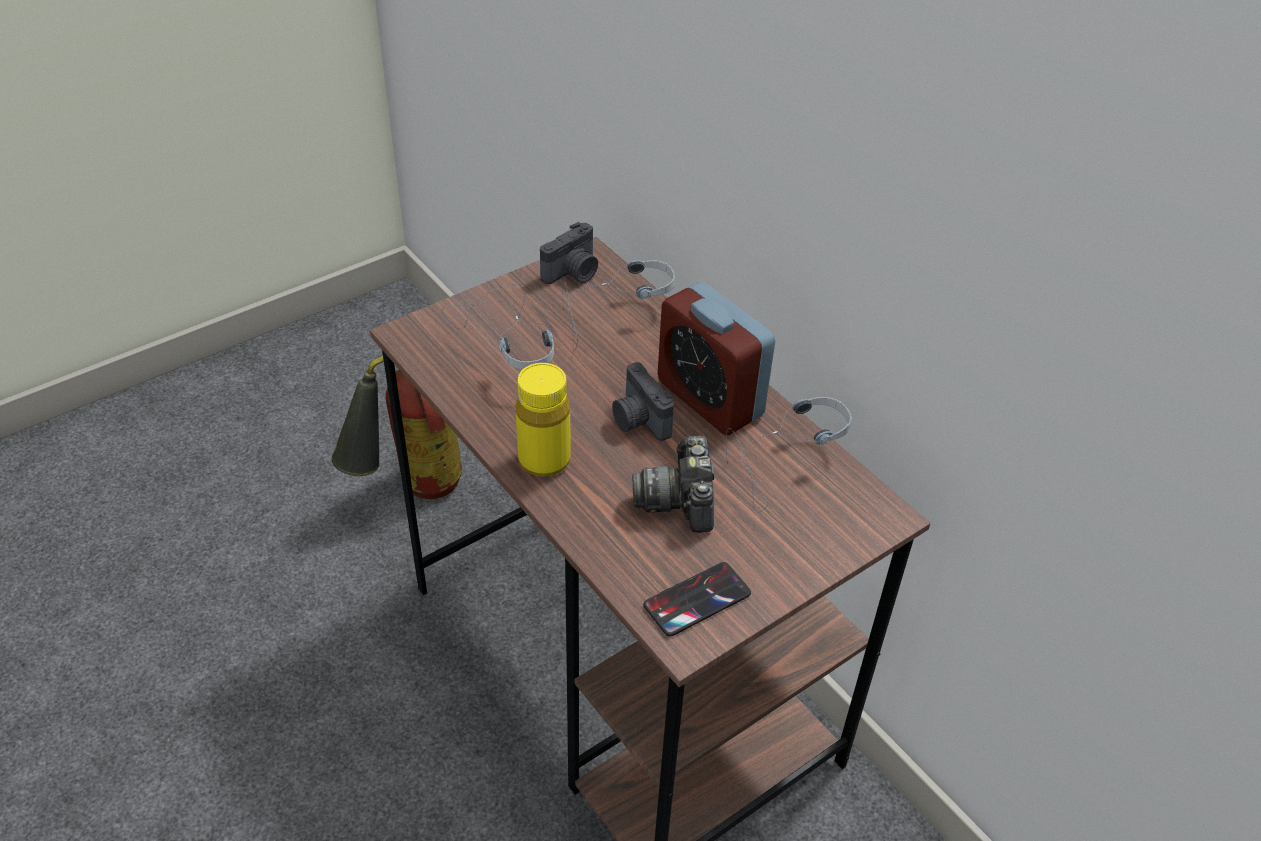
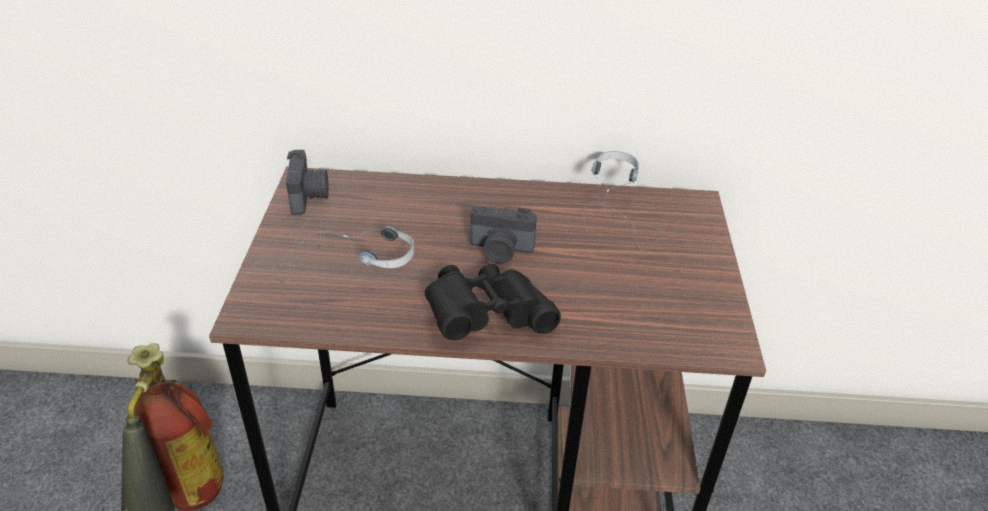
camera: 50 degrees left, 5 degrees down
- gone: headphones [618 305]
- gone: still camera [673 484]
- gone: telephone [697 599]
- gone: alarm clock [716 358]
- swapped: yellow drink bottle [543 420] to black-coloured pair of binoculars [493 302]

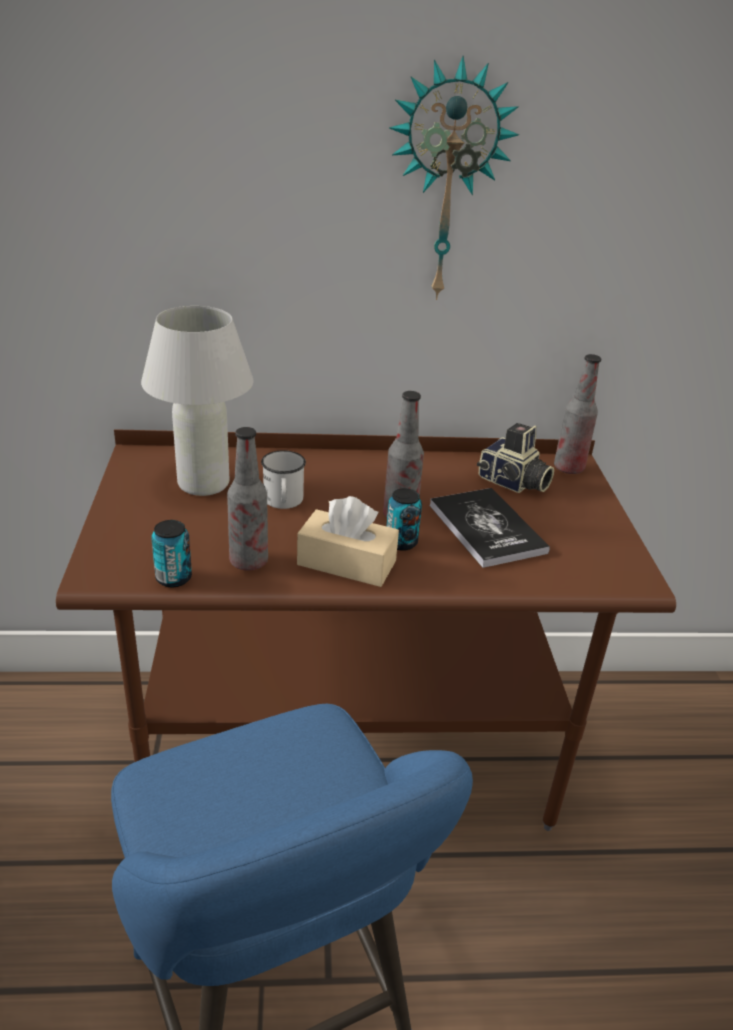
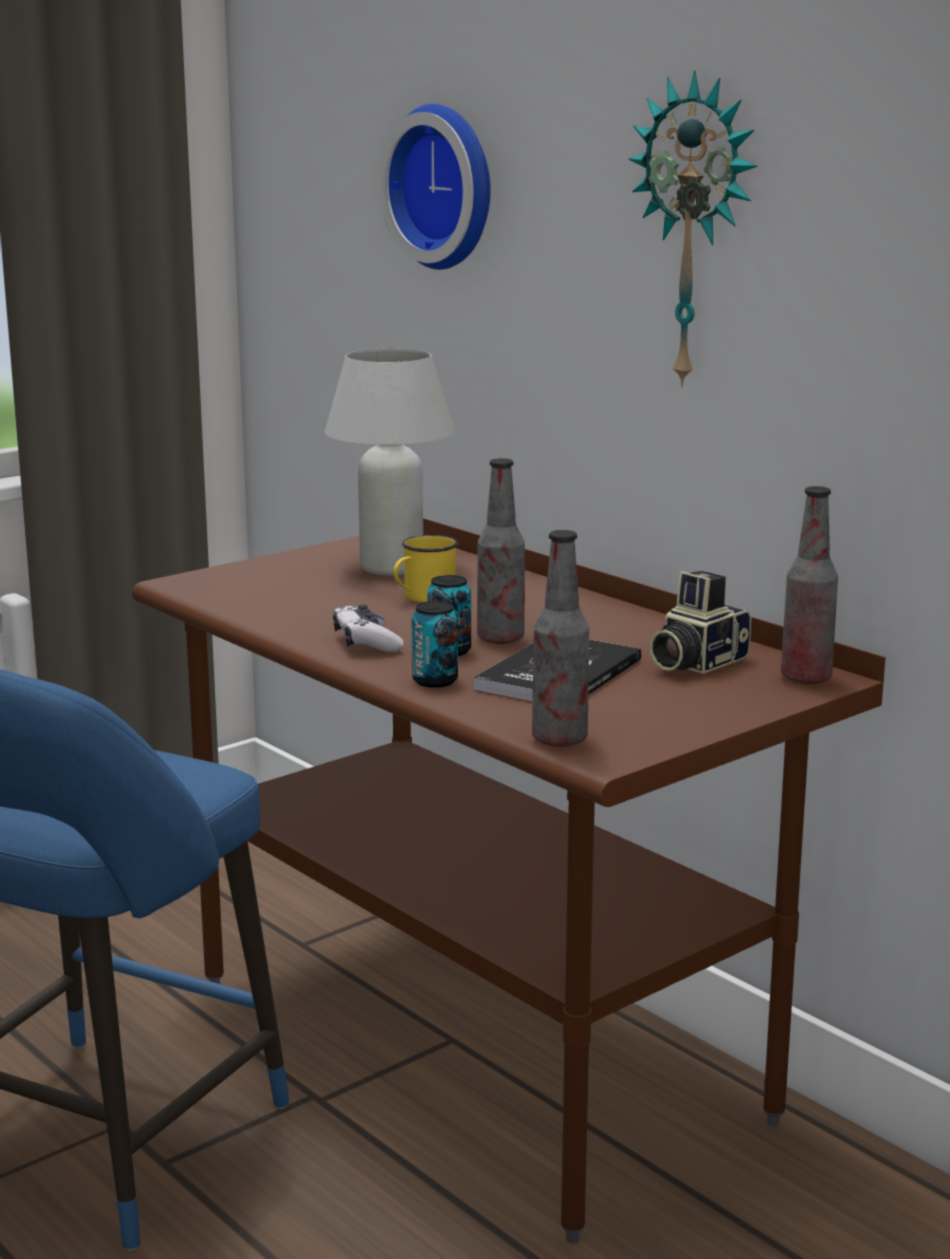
camera: 55 degrees right, 15 degrees down
- new: clock on the wall [435 187]
- shifted: metal can [171 553] to [435 644]
- shifted: drink bottle [247 499] to [560 638]
- swapped: beige box of tissues [348 541] to gamepad [368 628]
- repainted: white-coloured mug [283 479] to yellow mug [425 569]
- rotated: still camera [515 458] = [700 622] 45 degrees clockwise

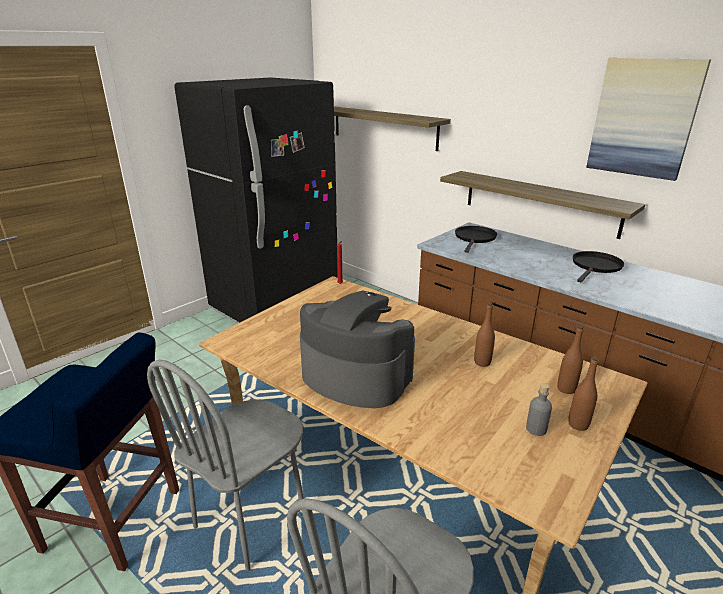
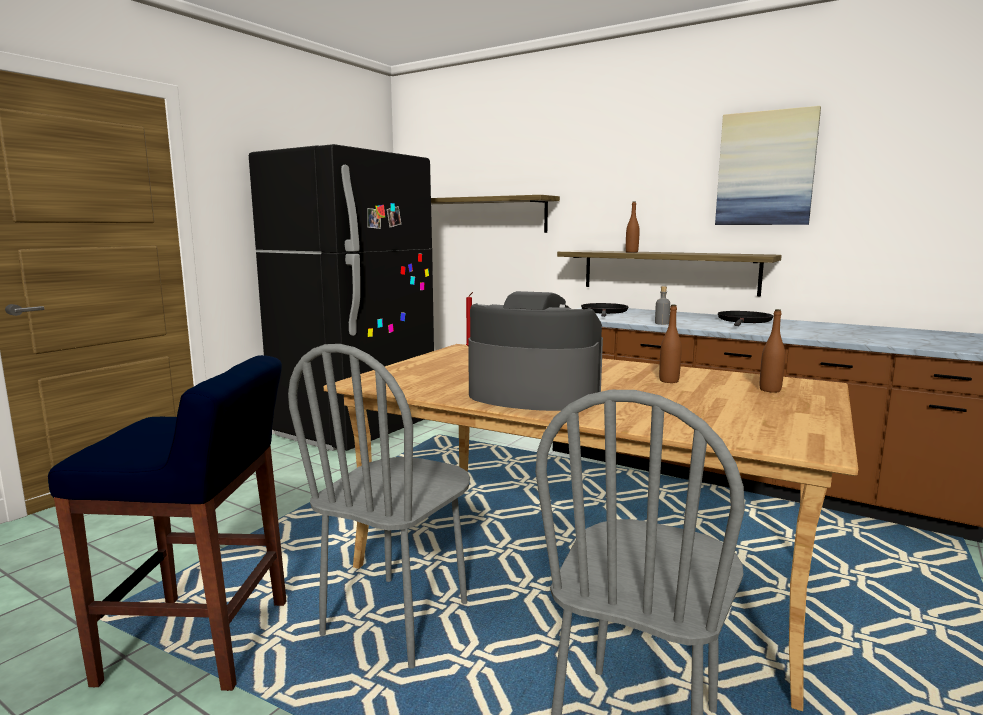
camera: 10 degrees left, 15 degrees down
- shifted: greyish drink bottle [539 409] to [662 305]
- shifted: brown drink bottle [583 394] to [633 227]

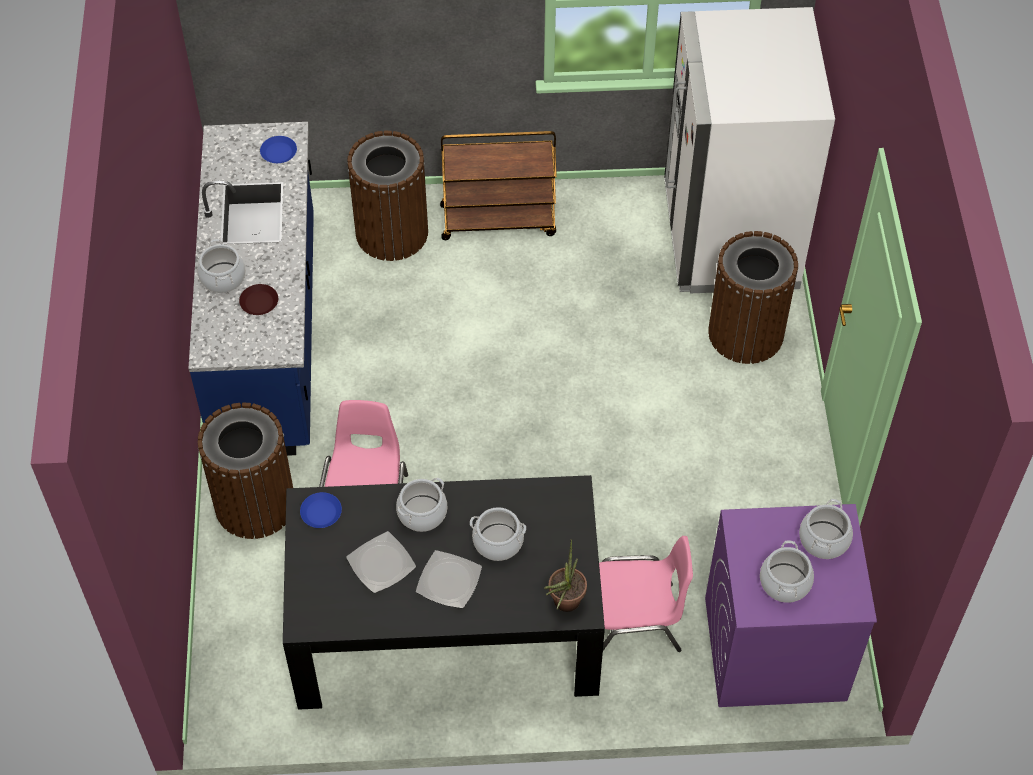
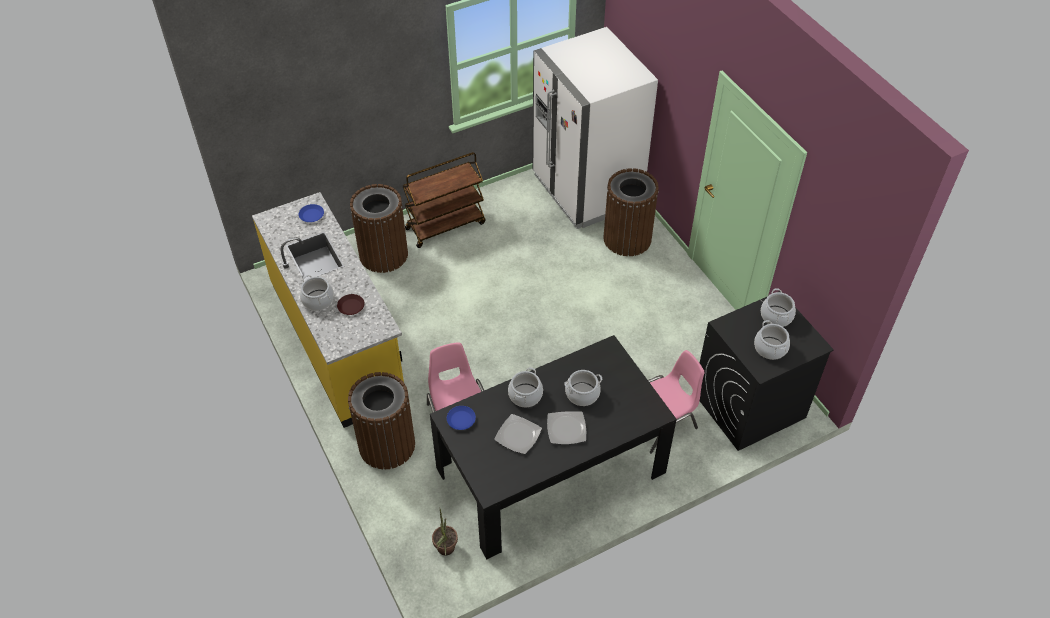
camera: 25 degrees left, 5 degrees down
- shifted: houseplant [565 576] to [445 532]
- repainted: bluish kitchen base unit [251 289] to yellow kitchen base unit [328 310]
- repainted: purple laundry appliance [791 605] to black-coloured laundry appliance [767 371]

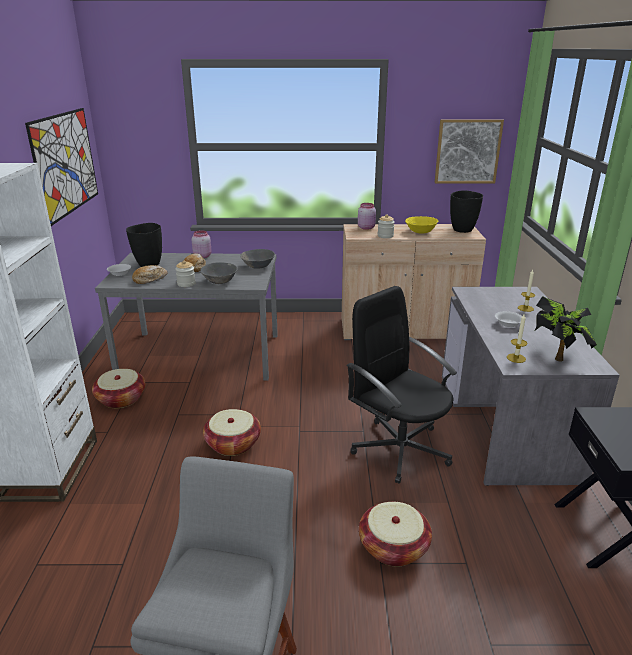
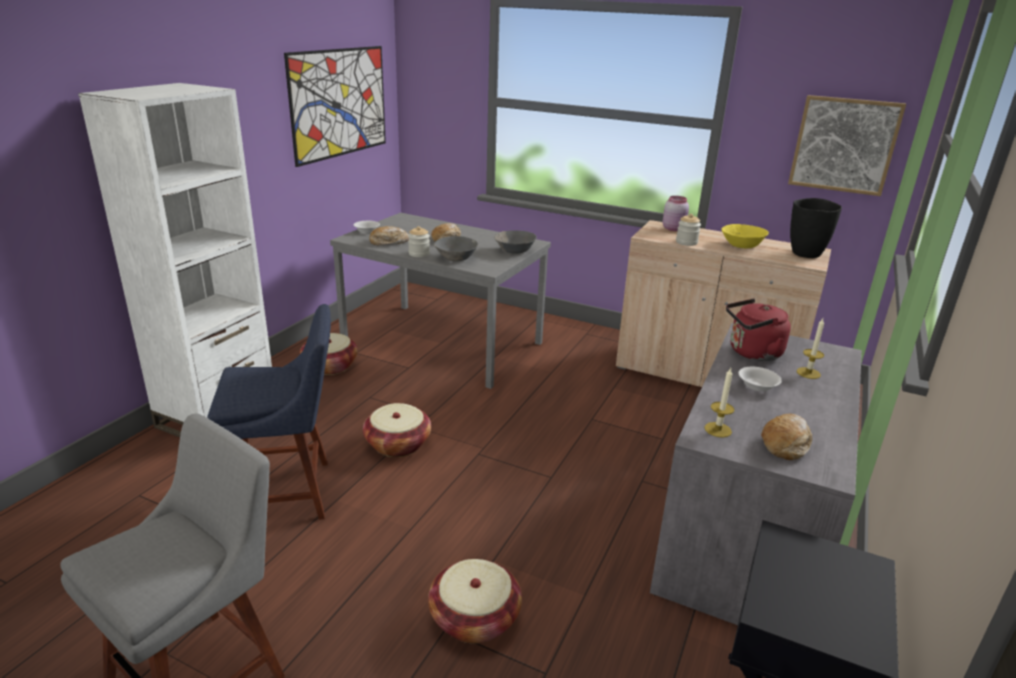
camera: 25 degrees right, 0 degrees up
- gone: black-coloured decorative vase [144 245]
- gone: pink preserve jar [201 244]
- gone: black-coloured office chair [401 385]
- new: bluish plain chair [269 412]
- new: red kettle [758 330]
- swapped: houseplant [566 328] to bread [786 437]

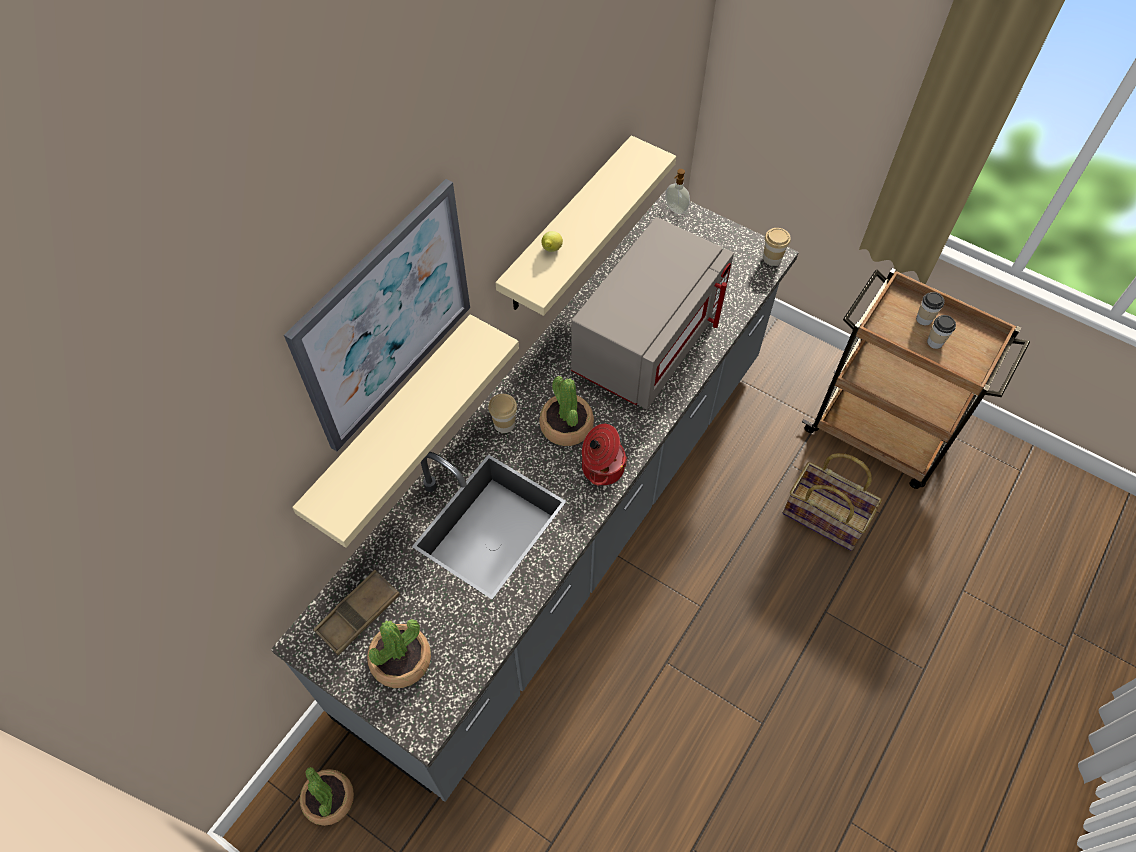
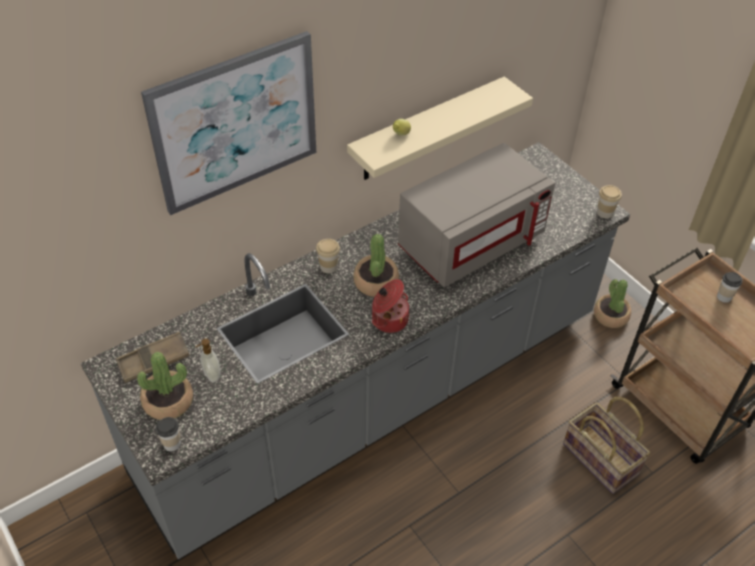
camera: 20 degrees right, 10 degrees down
- gone: beige shelf [405 431]
- shifted: houseplant [327 796] to [612 303]
- shifted: soap bottle [678 191] to [208 360]
- shifted: small cup [941 332] to [168 434]

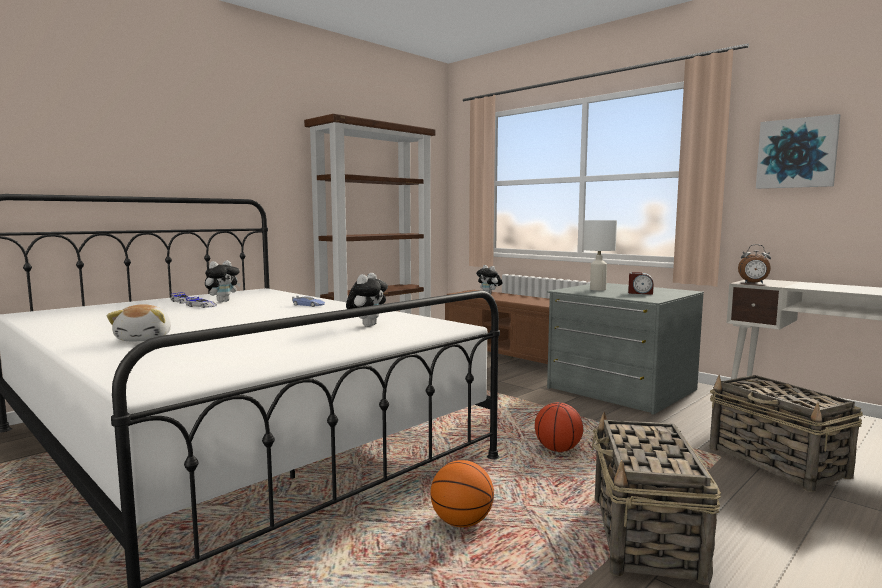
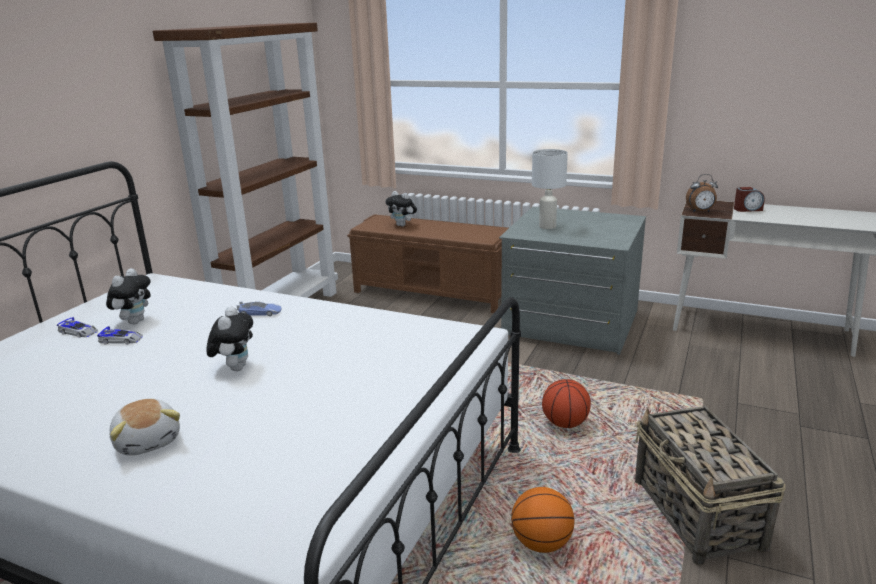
camera: 20 degrees left, 15 degrees up
- gone: household basket [786 433]
- gone: wall picture [798 151]
- shifted: plush toy [367 300] to [230 338]
- shifted: alarm clock [641 283] to [749 199]

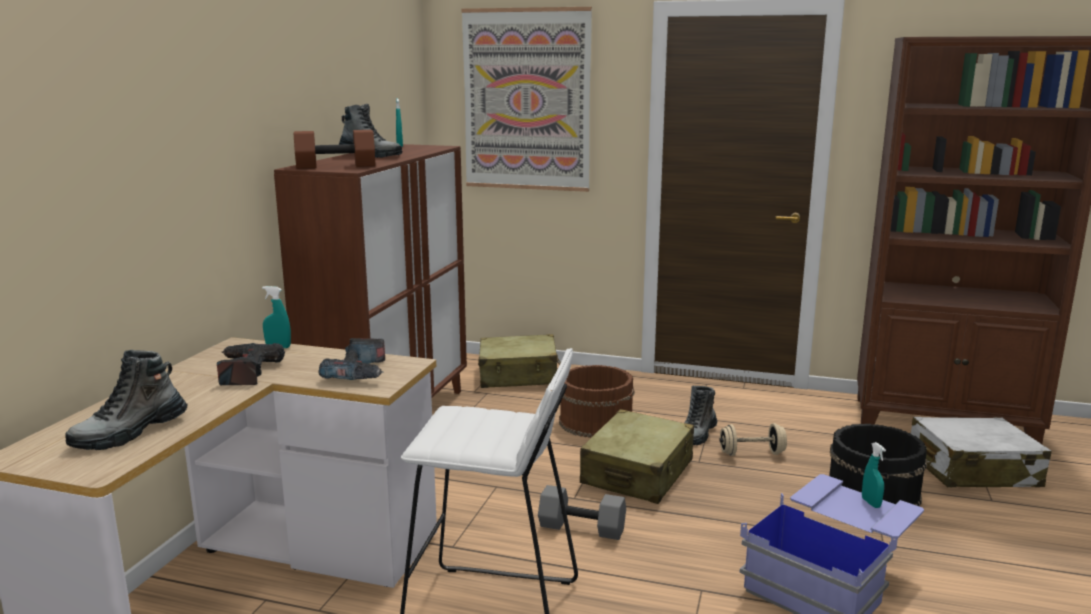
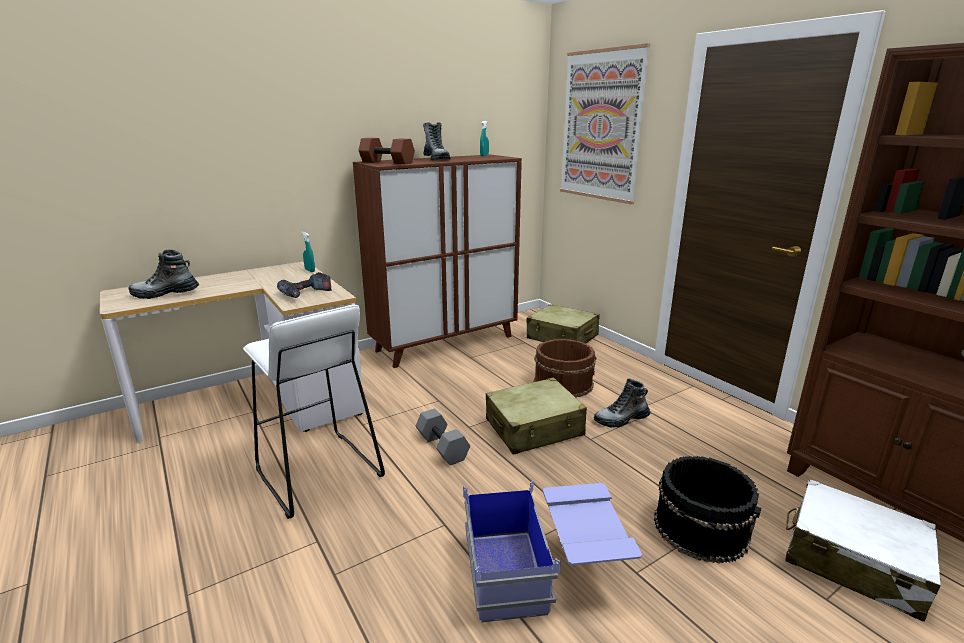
camera: 40 degrees right, 5 degrees up
- gone: power drill [251 364]
- gone: beige dumbbell [753 439]
- gone: turquoise hand sprayer [874 475]

